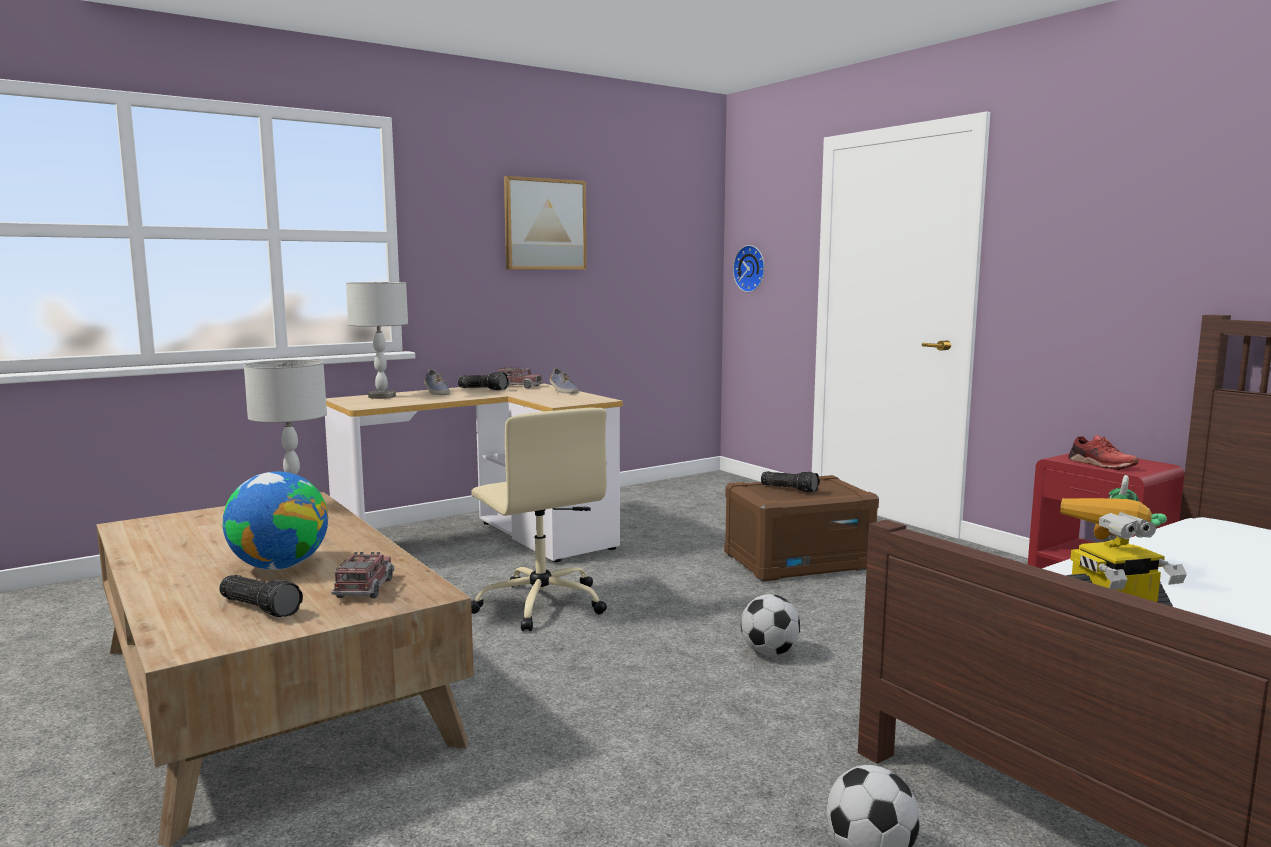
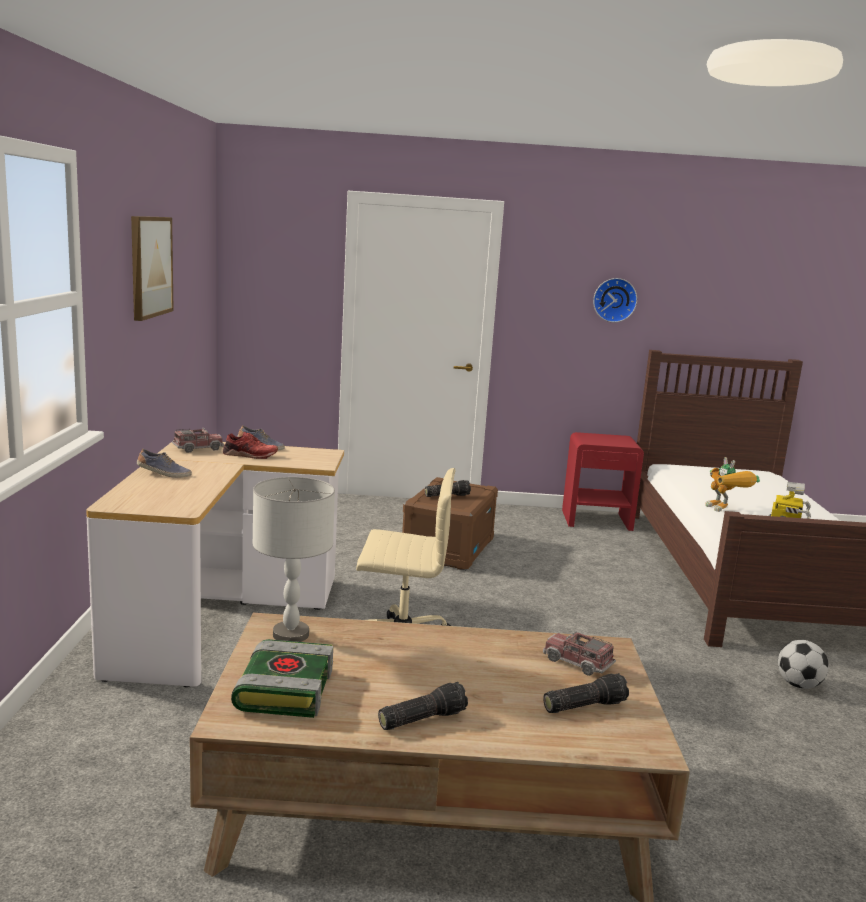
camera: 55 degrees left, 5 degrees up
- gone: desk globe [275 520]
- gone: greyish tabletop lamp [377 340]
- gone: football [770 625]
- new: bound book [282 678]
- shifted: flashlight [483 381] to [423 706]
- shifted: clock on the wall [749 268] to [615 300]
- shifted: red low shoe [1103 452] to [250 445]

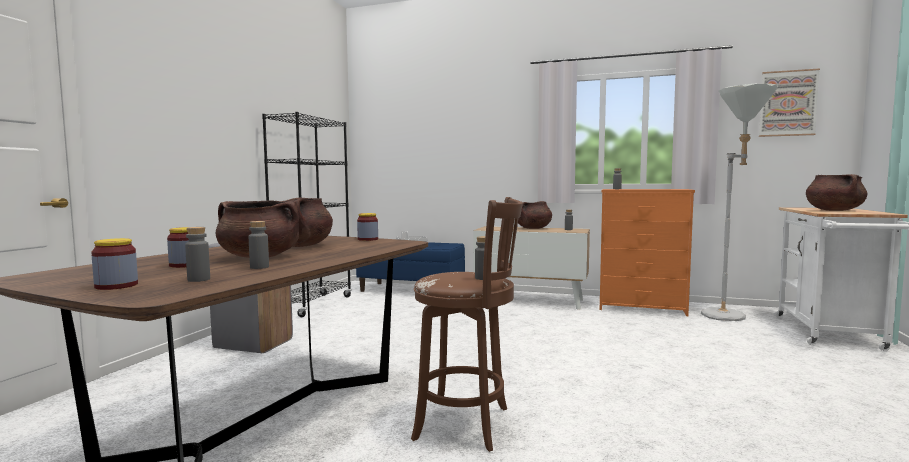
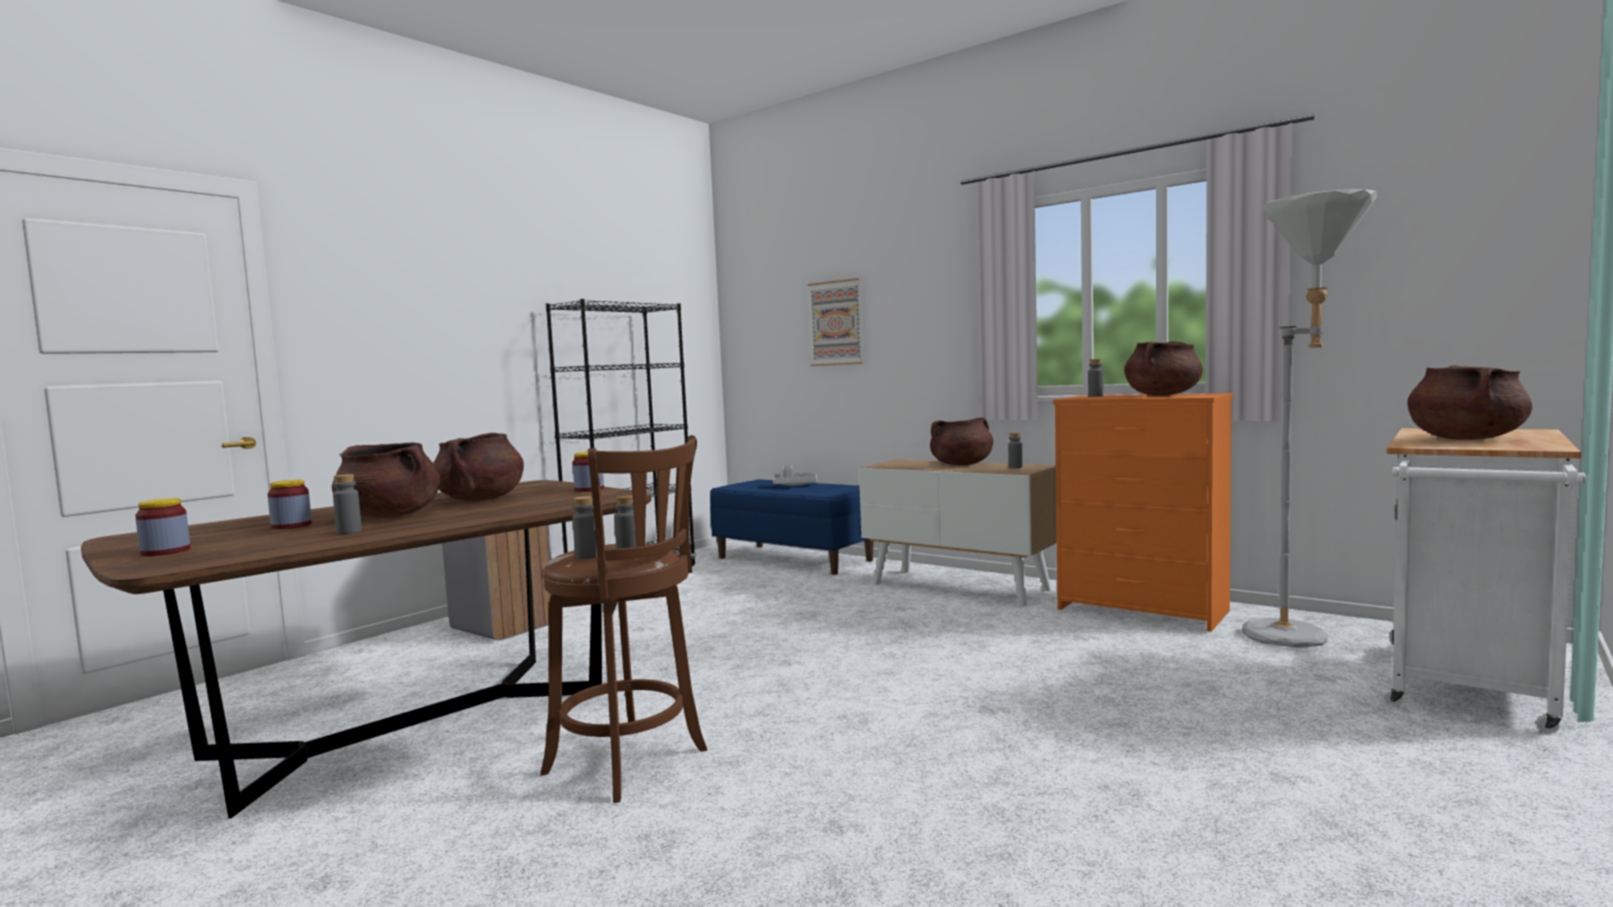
camera: 20 degrees right, 0 degrees up
- new: brown saucepot [1163 368]
- shifted: greyish drink bottle [197 254] to [584 527]
- shifted: wall picture [789 102] to [835 322]

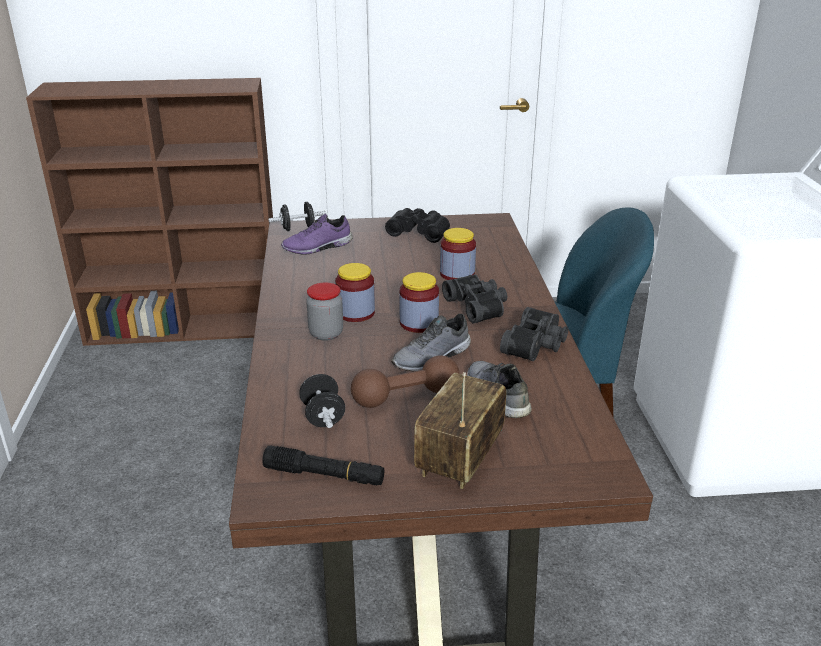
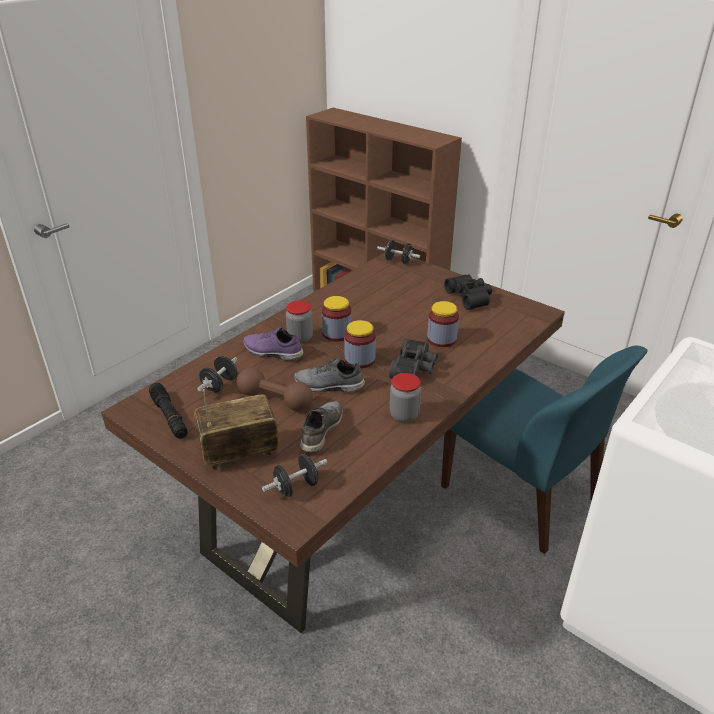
camera: 45 degrees right, 5 degrees up
- new: black-coloured dumbbell [295 475]
- shifted: purple low shoe [317 234] to [273 344]
- swapped: black-coloured pair of binoculars [534 334] to preserve jar [405 398]

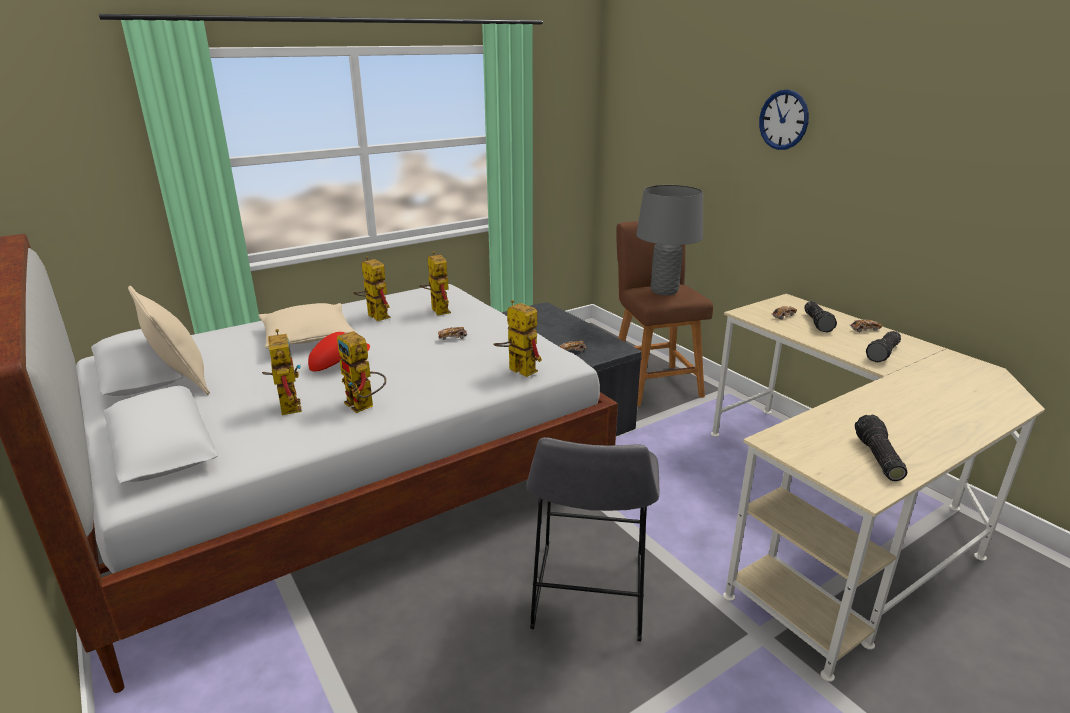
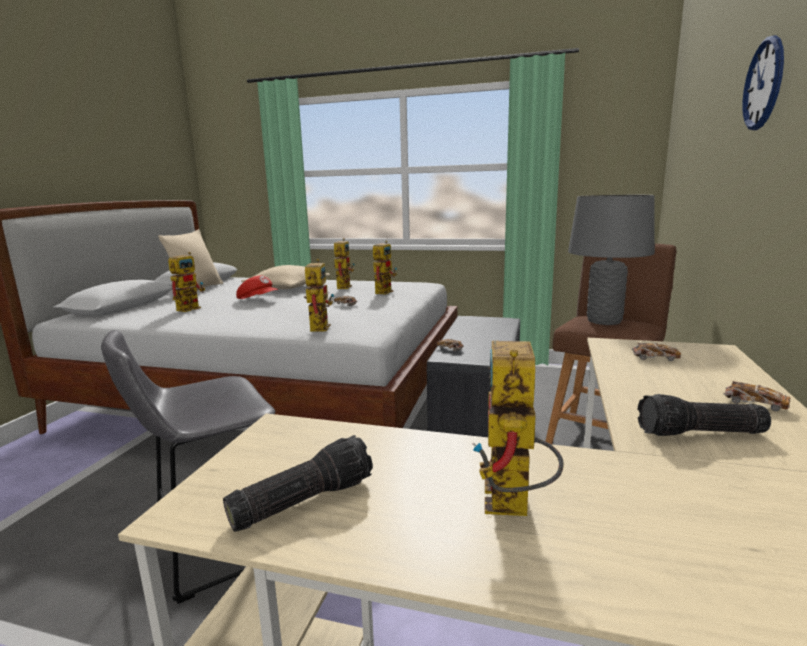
camera: 50 degrees right, 10 degrees down
- gone: flashlight [820 316]
- shifted: model robot [361 372] to [518 428]

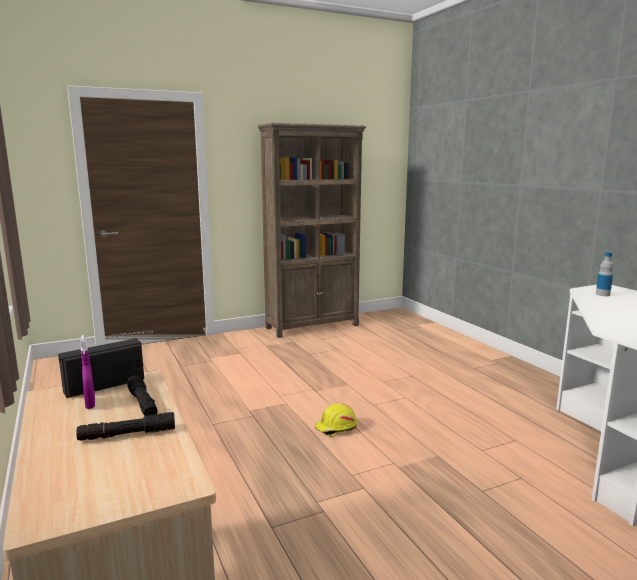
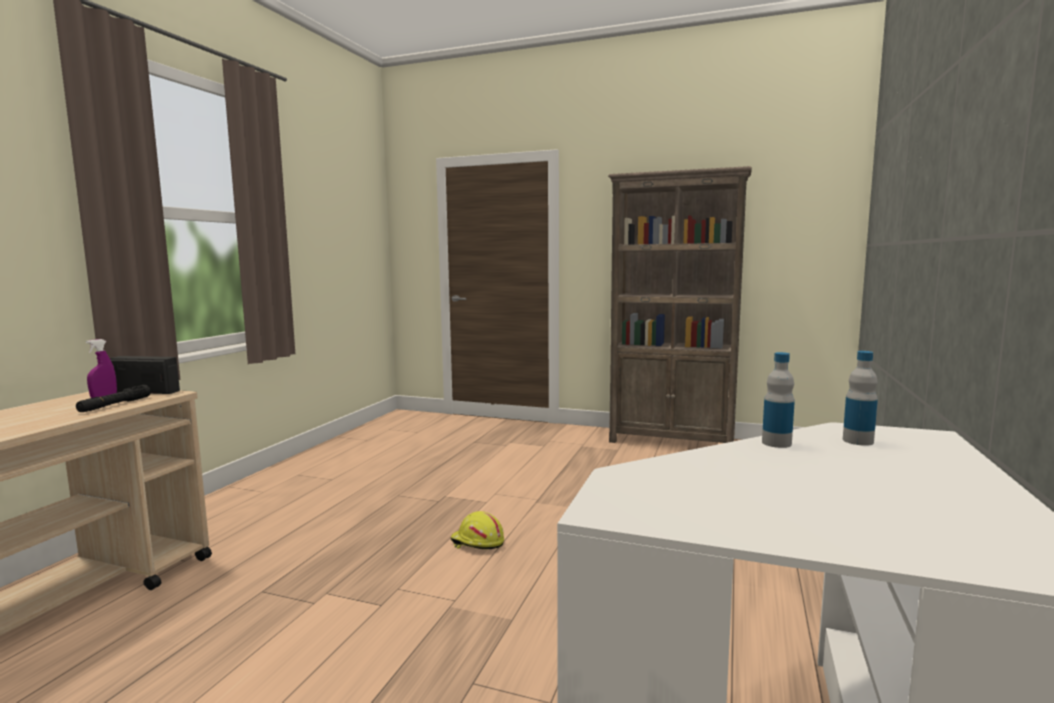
camera: 45 degrees right, 5 degrees down
- gone: black-coloured flashlight [125 426]
- new: drink bottle [778 400]

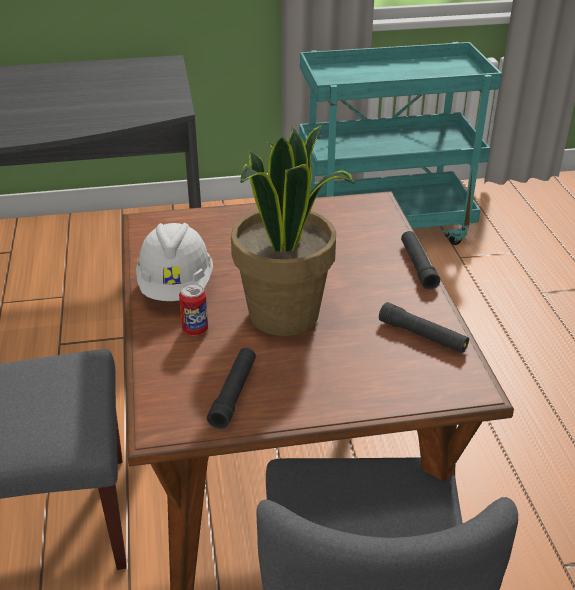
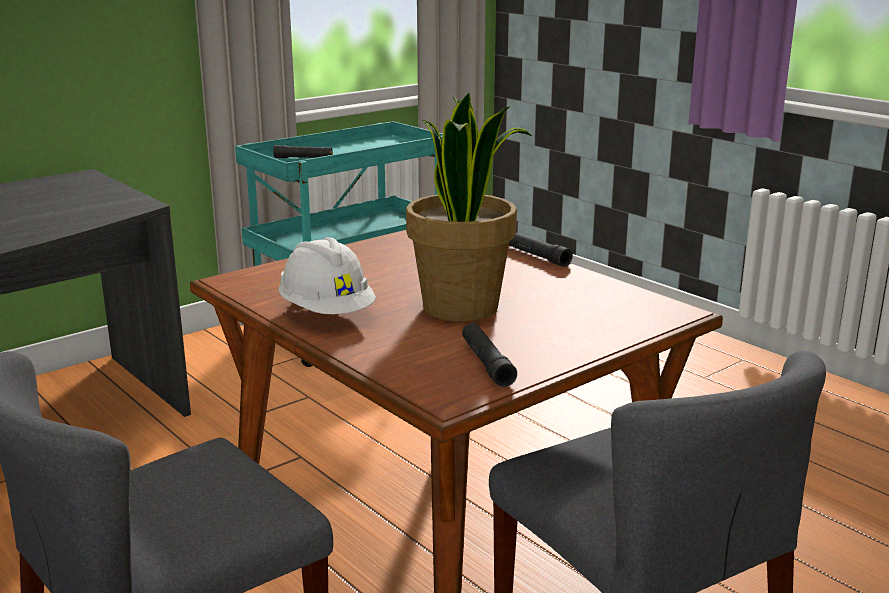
camera: 30 degrees left, 15 degrees down
- gone: metal can [193 309]
- shifted: black-coloured flashlight [424 327] to [303 151]

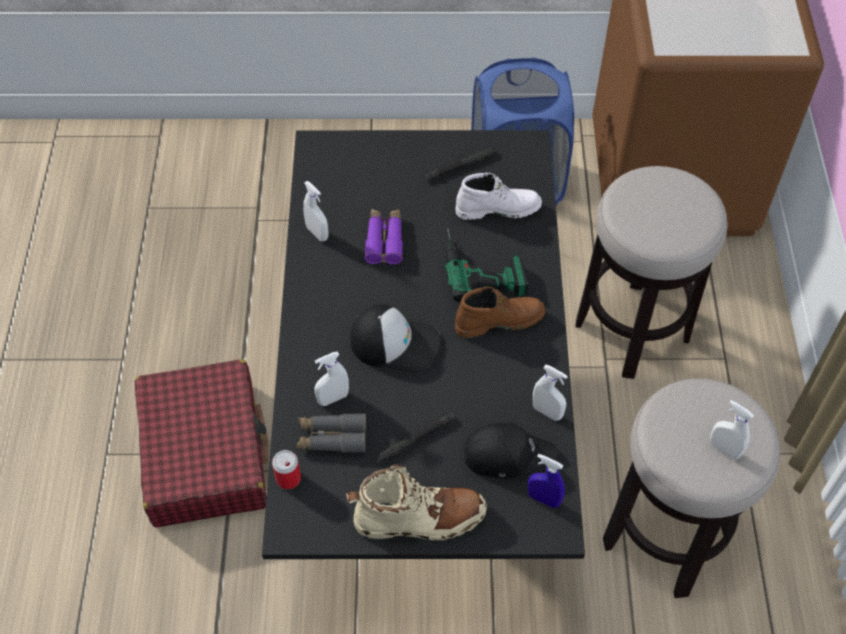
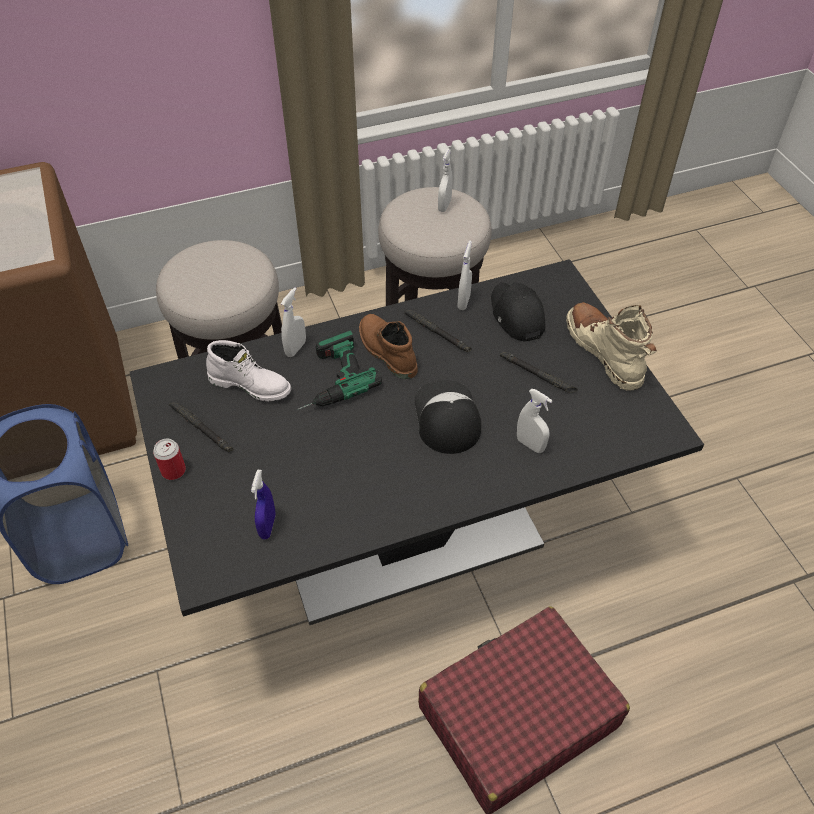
camera: 110 degrees left, 5 degrees down
- gone: greyish pair of binoculars [331 433]
- gone: purple pair of binoculars [383 236]
- new: black-coloured flashlight [438 331]
- shifted: metal can [286 469] to [169 459]
- shifted: white-coloured hand sprayer [316 211] to [293 322]
- shifted: bluish hand sprayer [546 481] to [263 505]
- rotated: white-coloured boot [499 196] = [248 370] 135 degrees clockwise

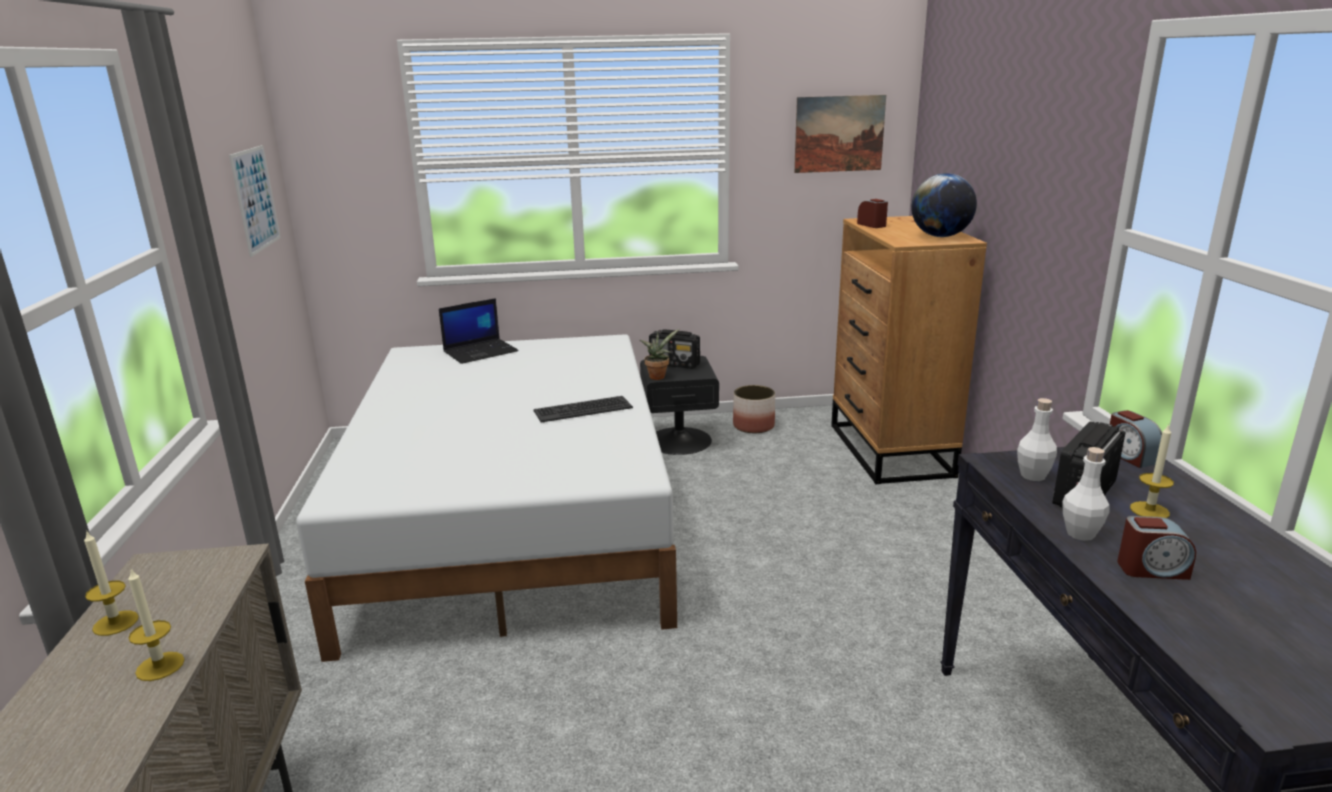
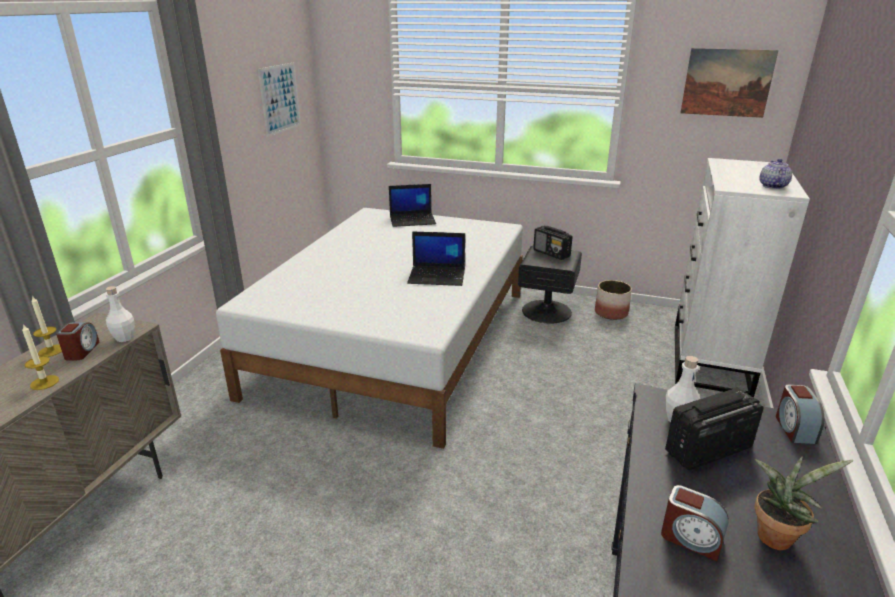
camera: 25 degrees right, 5 degrees up
- gone: wax candle [1152 471]
- shifted: houseplant [659 354] to [804 503]
- shifted: alarm clock [872 213] to [78 341]
- shifted: white-coloured drink bottle [1086 494] to [120 314]
- swapped: PC keyboard [583 409] to laptop [436 258]
- swapped: desk globe [944 205] to pot for tea [775 174]
- repainted: brown drawer chest [909 350] to white-coloured drawer chest [742 277]

